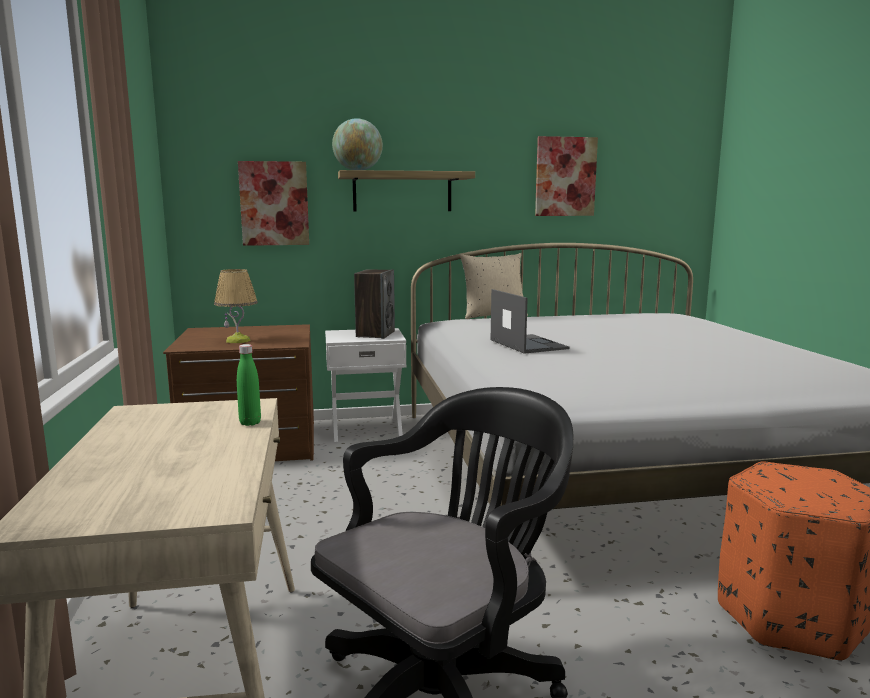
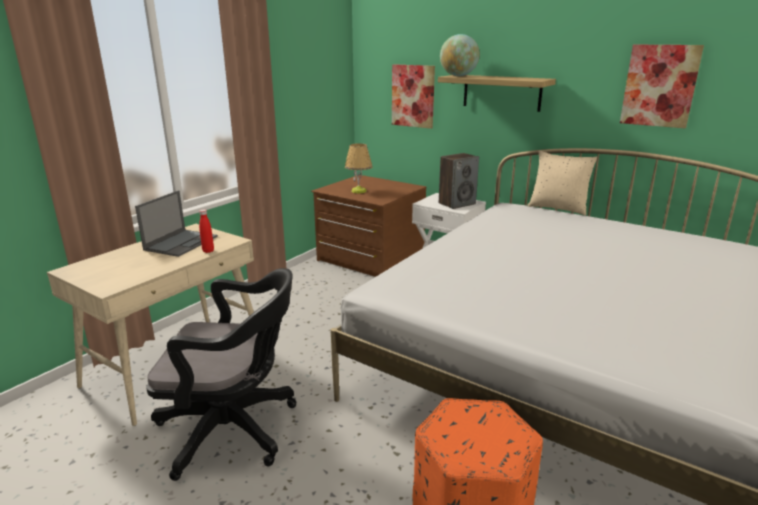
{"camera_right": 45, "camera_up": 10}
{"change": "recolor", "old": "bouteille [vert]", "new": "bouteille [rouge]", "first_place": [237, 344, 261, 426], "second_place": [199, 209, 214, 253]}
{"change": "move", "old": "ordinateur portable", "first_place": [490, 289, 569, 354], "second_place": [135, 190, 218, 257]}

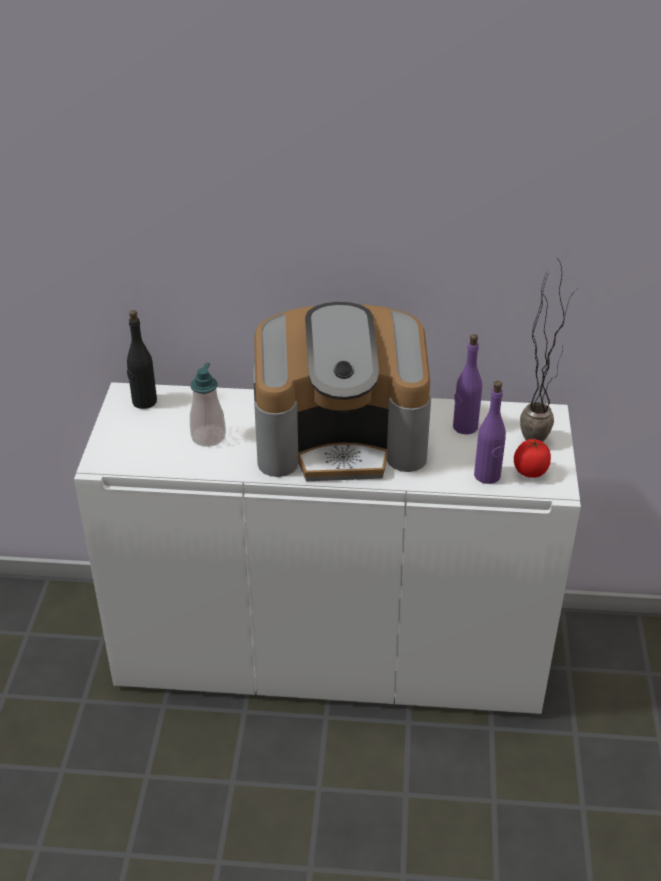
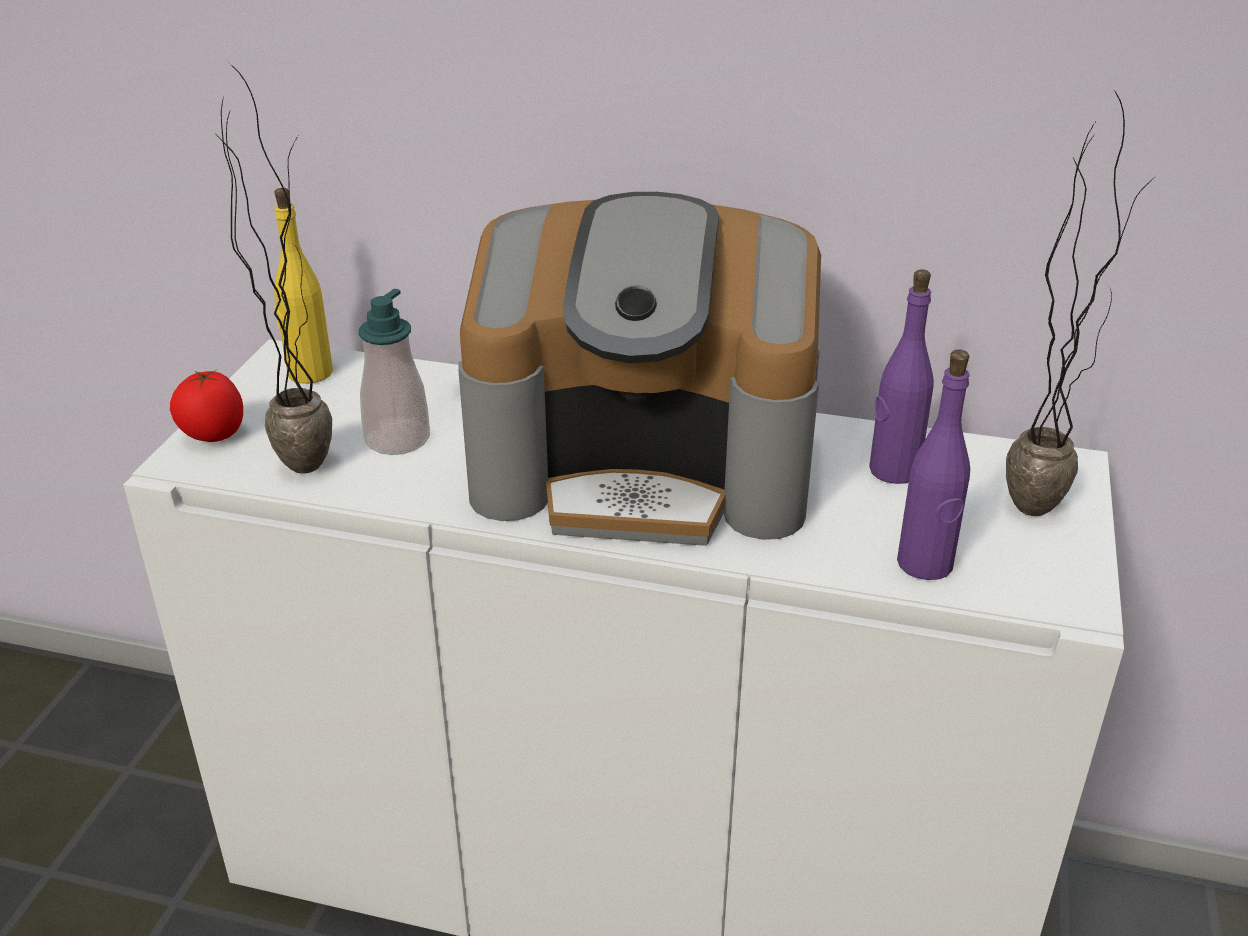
{"camera_right": 10, "camera_up": -5}
{"change": "recolor", "old": "bouteille [noir]", "new": "bouteille [jaune]", "first_place": [127, 310, 157, 409], "second_place": [274, 188, 333, 384]}
{"change": "move", "old": "tomate", "first_place": [514, 439, 551, 478], "second_place": [170, 370, 243, 442]}
{"change": "insert", "new": "plante en pot", "second_place": [214, 64, 332, 474]}

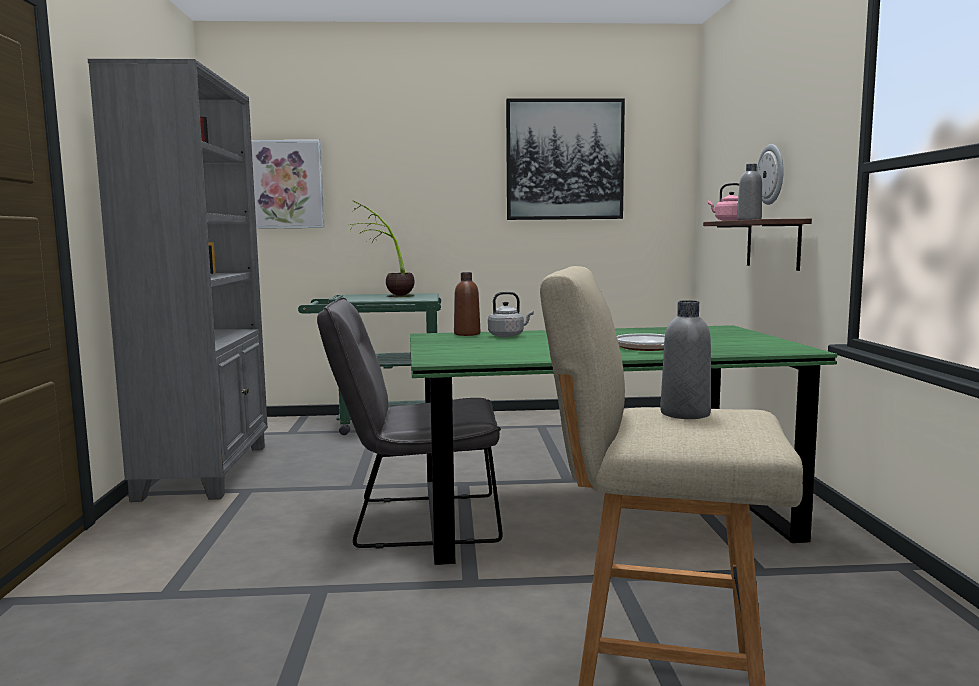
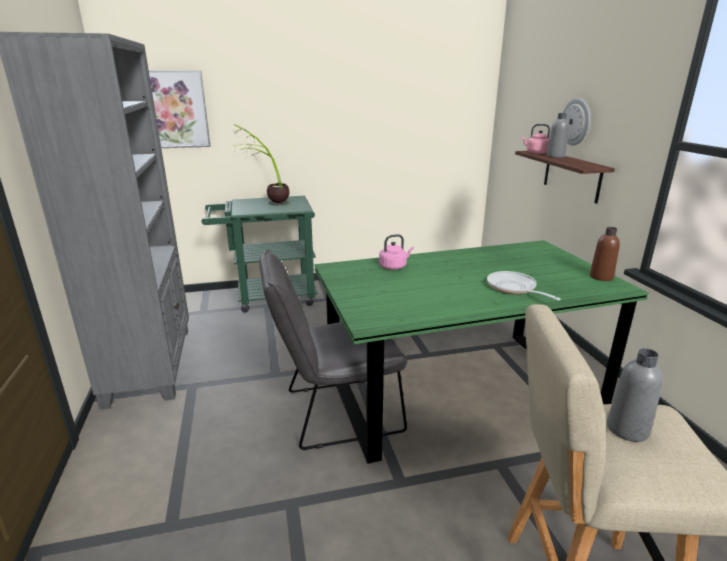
{"camera_right": -10, "camera_up": 15}
{"change": "move", "old": "bouteille [marron]", "first_place": [454, 272, 480, 336], "second_place": [590, 227, 620, 281]}
{"change": "recolor", "old": "bouilloire [gris]", "new": "bouilloire [rose]", "first_place": [488, 292, 534, 337], "second_place": [379, 234, 414, 270]}
{"change": "delete", "old": "tableau", "first_place": [506, 98, 625, 220]}

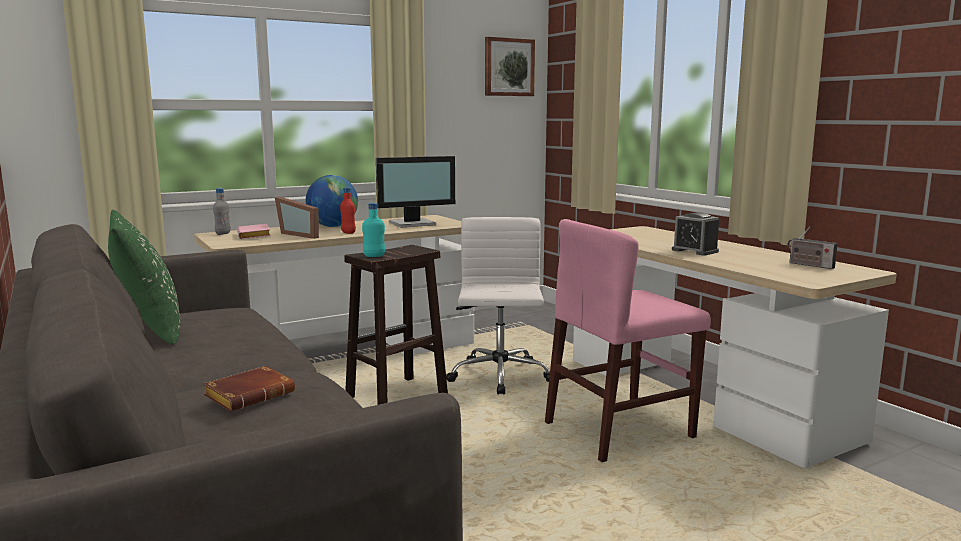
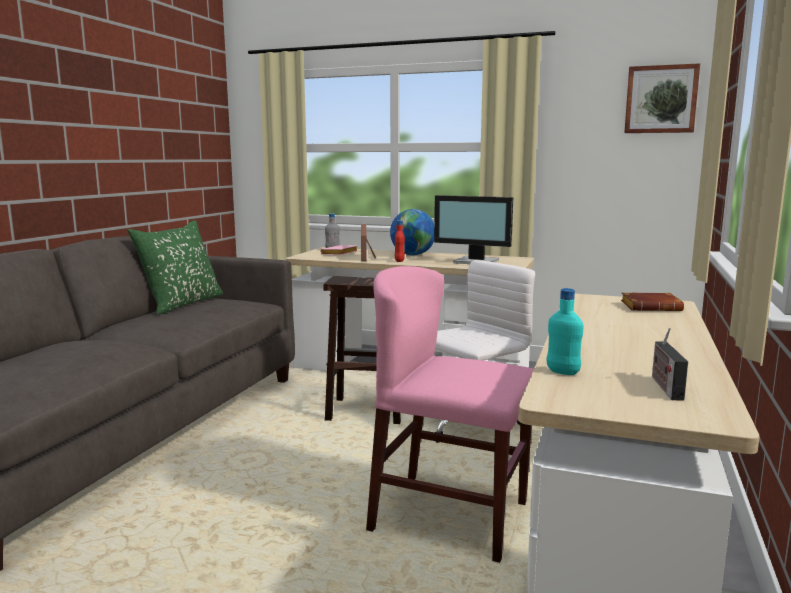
{"camera_right": 50, "camera_up": 0}
{"change": "move", "old": "livre [marron]", "first_place": [203, 366, 295, 412], "second_place": [621, 292, 684, 311]}
{"change": "move", "old": "bouteille [turquoise]", "first_place": [362, 203, 385, 257], "second_place": [547, 288, 583, 375]}
{"change": "delete", "old": "réveil", "first_place": [672, 212, 719, 256]}

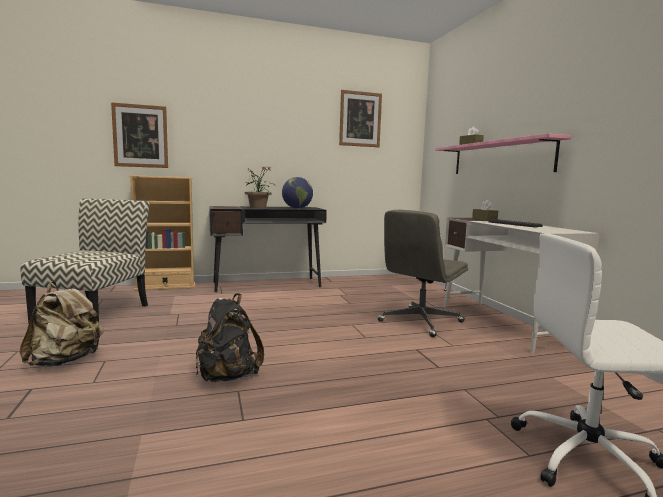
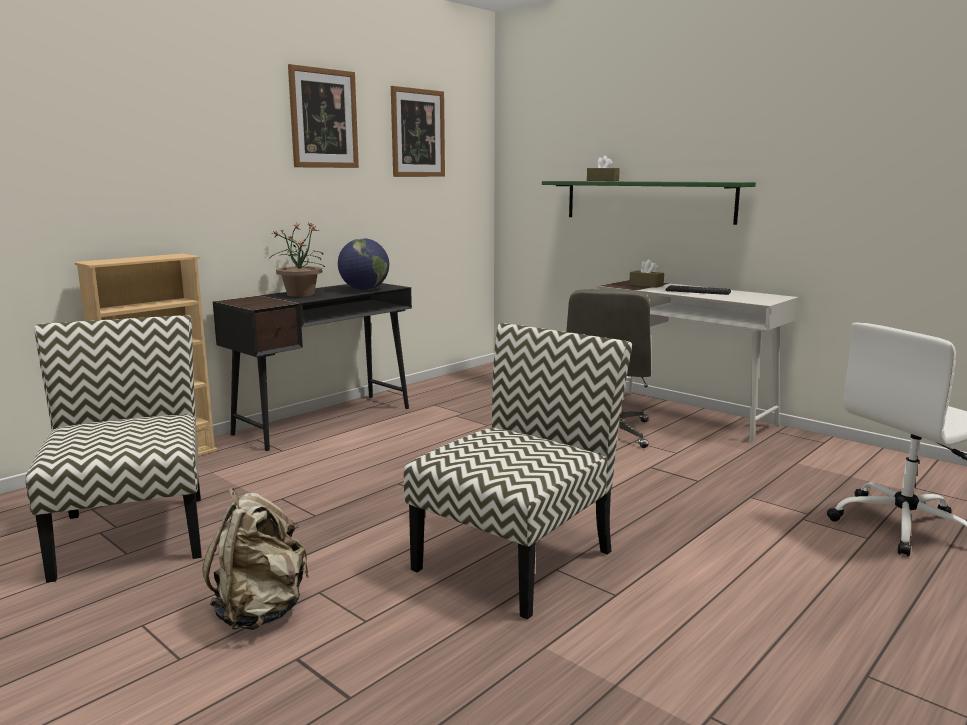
{"camera_right": -30, "camera_up": 5}
{"change": "move", "old": "tableau", "first_place": [111, 102, 168, 168], "second_place": [288, 64, 359, 168]}
{"change": "replace", "old": "sac à dos [noir]", "new": "chaise", "first_place": [196, 293, 264, 382], "second_place": [404, 323, 632, 620]}
{"change": "recolor", "old": "étagère [rose]", "new": "étagère [vert]", "first_place": [435, 133, 571, 174], "second_place": [542, 181, 756, 225]}

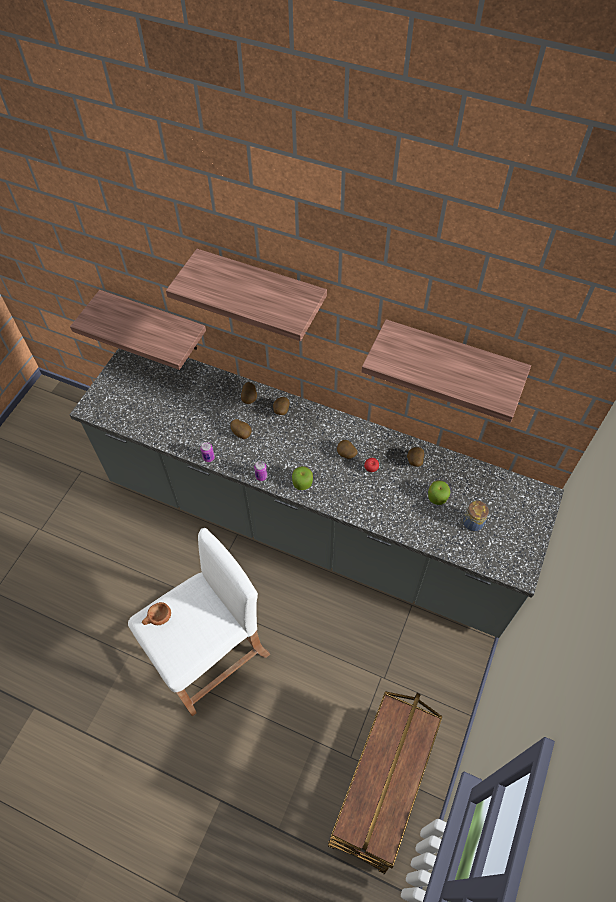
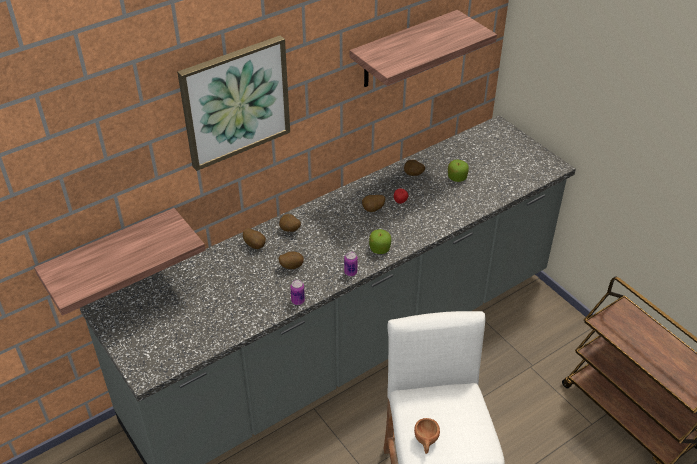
{"camera_right": -60, "camera_up": -15}
{"change": "replace", "old": "étagère", "new": "tableau", "first_place": [166, 249, 327, 341], "second_place": [177, 35, 290, 171]}
{"change": "delete", "old": "bocal", "first_place": [462, 501, 489, 531]}

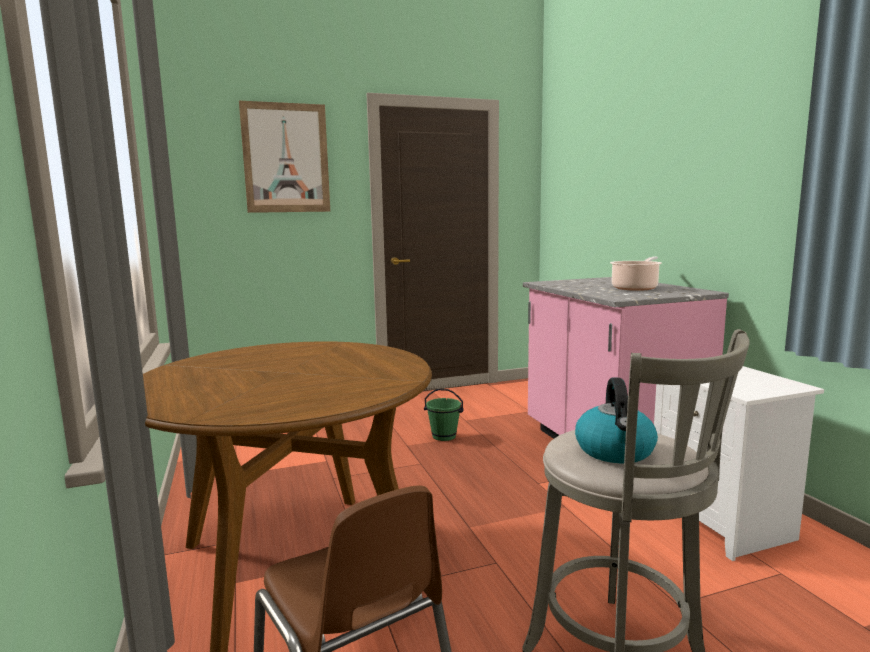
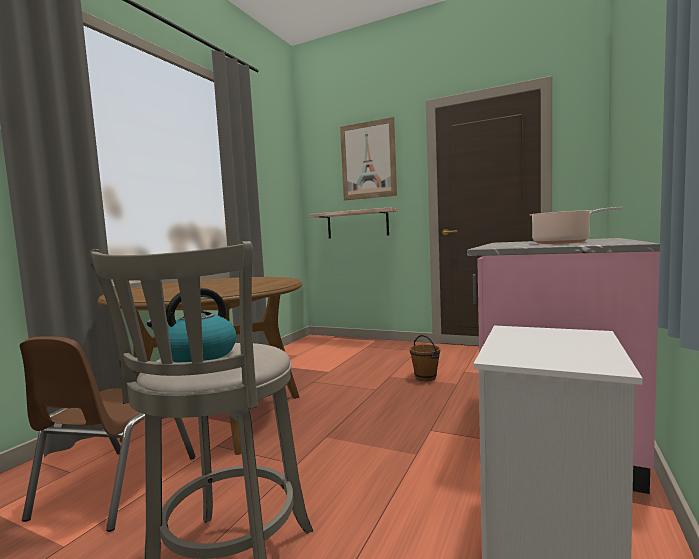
{"camera_right": 45, "camera_up": -5}
{"change": "recolor", "old": "seau [vert]", "new": "seau [marron]", "first_place": [424, 389, 464, 441], "second_place": [410, 335, 440, 381]}
{"change": "insert", "new": "étagère", "second_place": [309, 208, 398, 238]}

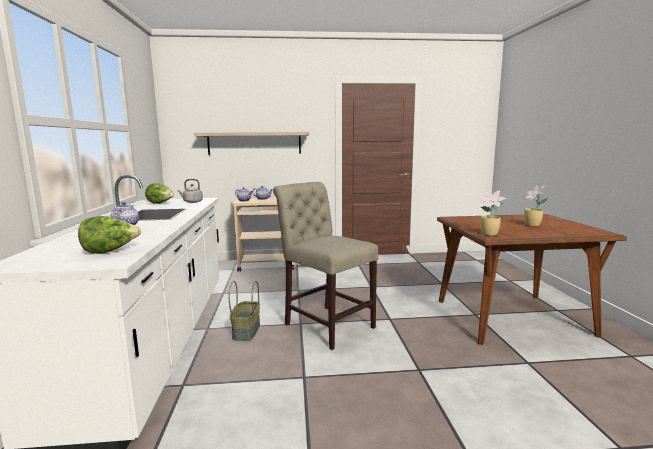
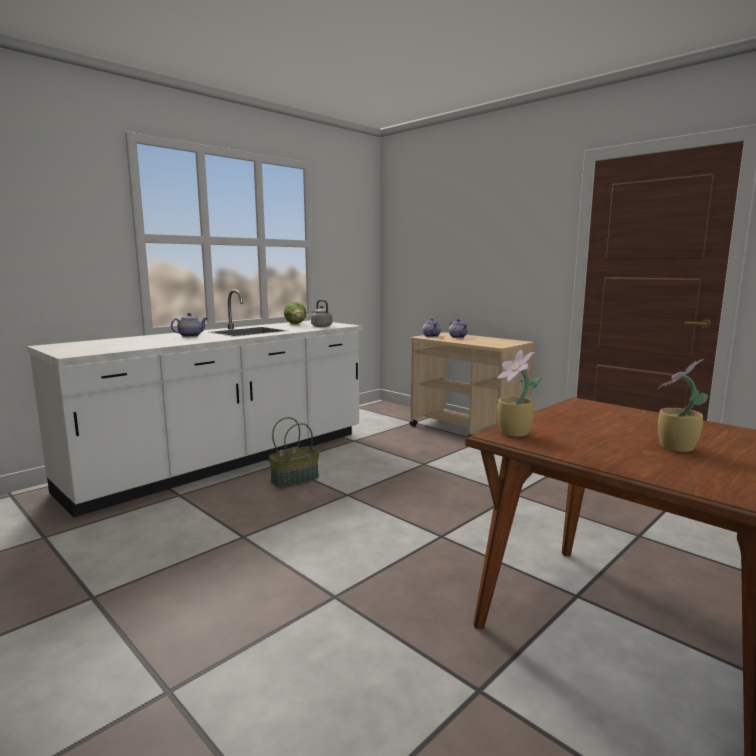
{"camera_right": 50, "camera_up": 0}
{"change": "delete", "old": "laitue", "first_place": [78, 216, 141, 254]}
{"change": "delete", "old": "étagère", "first_place": [194, 132, 309, 155]}
{"change": "delete", "old": "chaise [beige]", "first_place": [273, 182, 378, 350]}

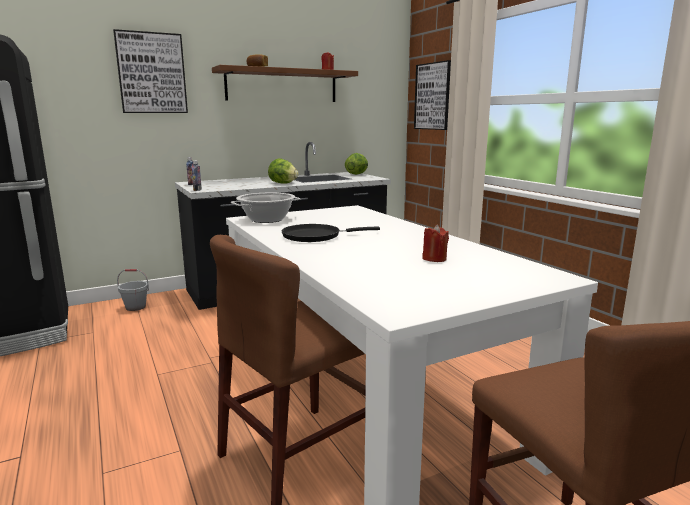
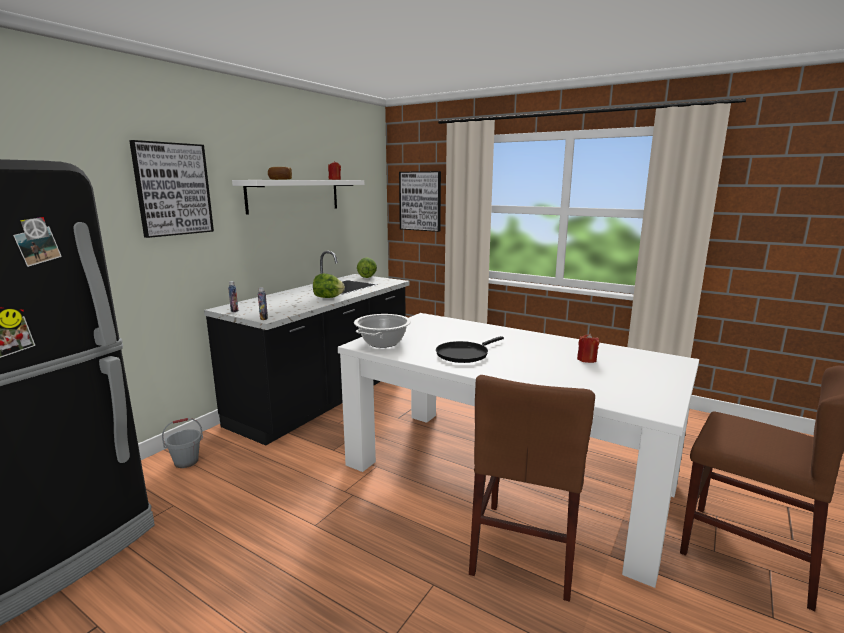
{"camera_right": -30, "camera_up": 0}
{"change": "recolor", "old": "étagère [marron]", "new": "étagère [blanc]", "first_place": [212, 65, 358, 102], "second_place": [232, 180, 364, 215]}

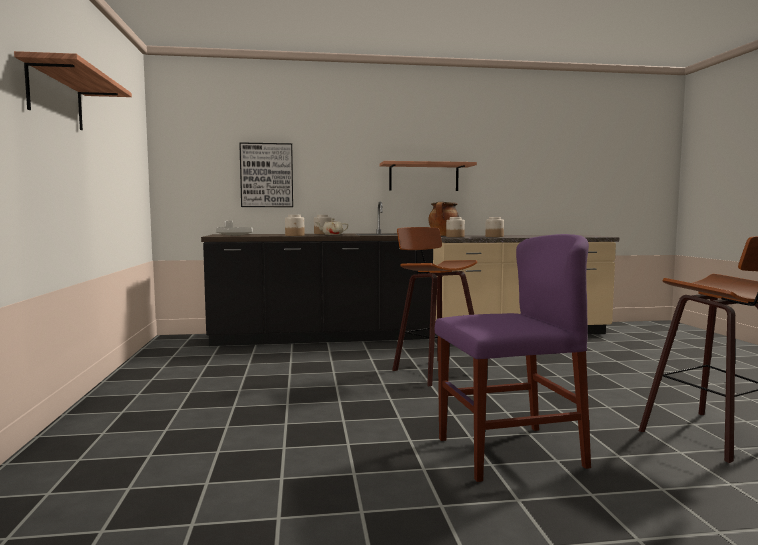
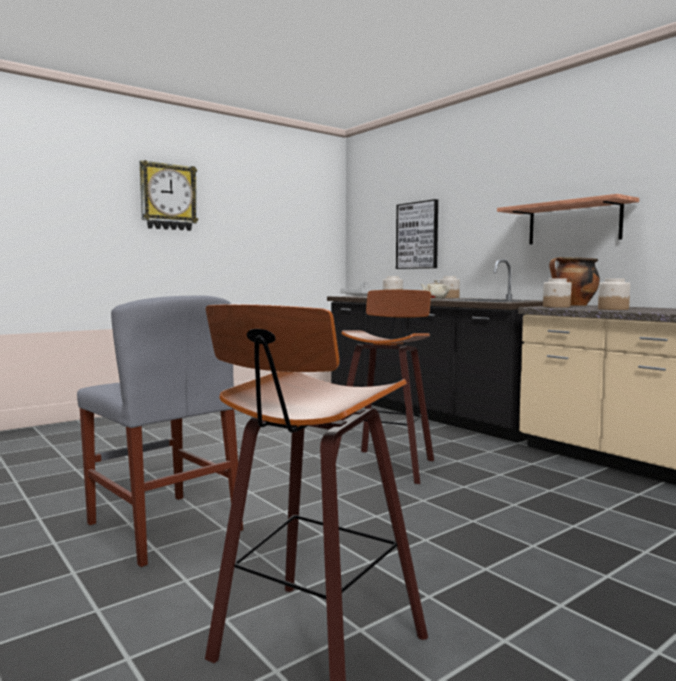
{"camera_right": 60, "camera_up": 0}
{"change": "replace", "old": "étagère", "new": "horloge murale", "first_place": [14, 51, 132, 130], "second_place": [140, 160, 198, 231]}
{"change": "recolor", "old": "chaise [violet]", "new": "chaise [gris]", "first_place": [435, 234, 591, 482], "second_place": [77, 295, 243, 567]}

